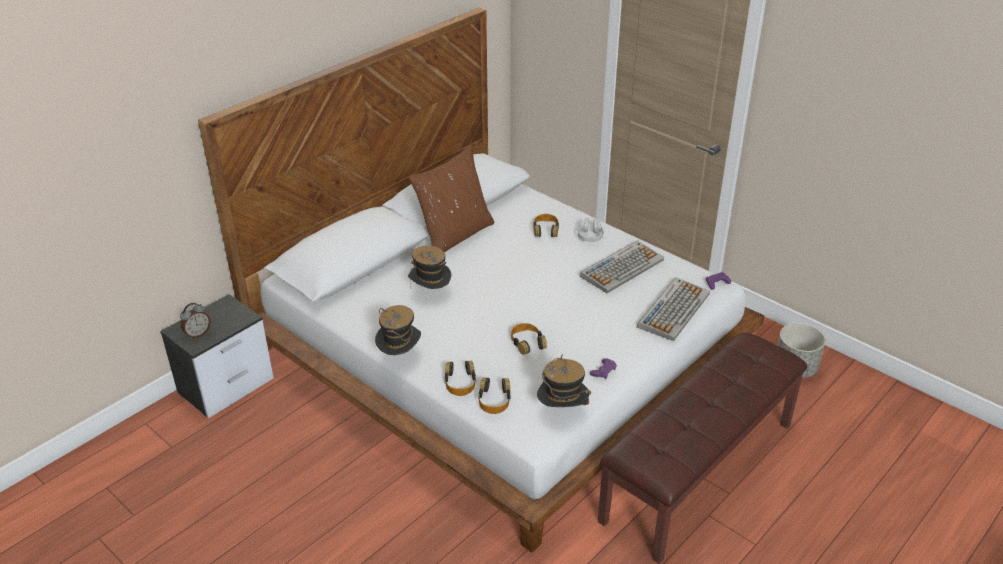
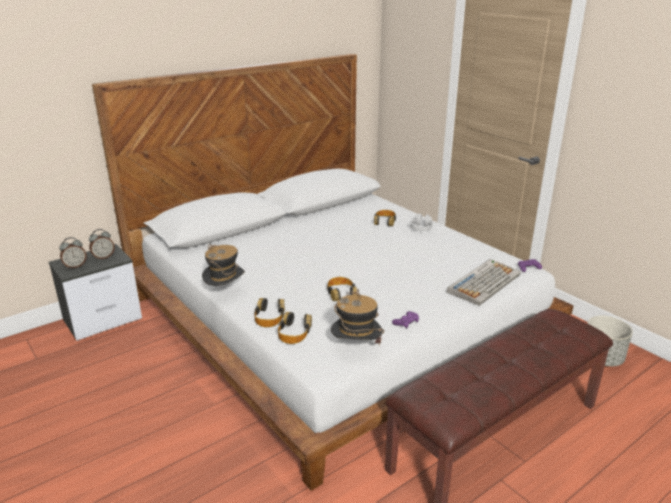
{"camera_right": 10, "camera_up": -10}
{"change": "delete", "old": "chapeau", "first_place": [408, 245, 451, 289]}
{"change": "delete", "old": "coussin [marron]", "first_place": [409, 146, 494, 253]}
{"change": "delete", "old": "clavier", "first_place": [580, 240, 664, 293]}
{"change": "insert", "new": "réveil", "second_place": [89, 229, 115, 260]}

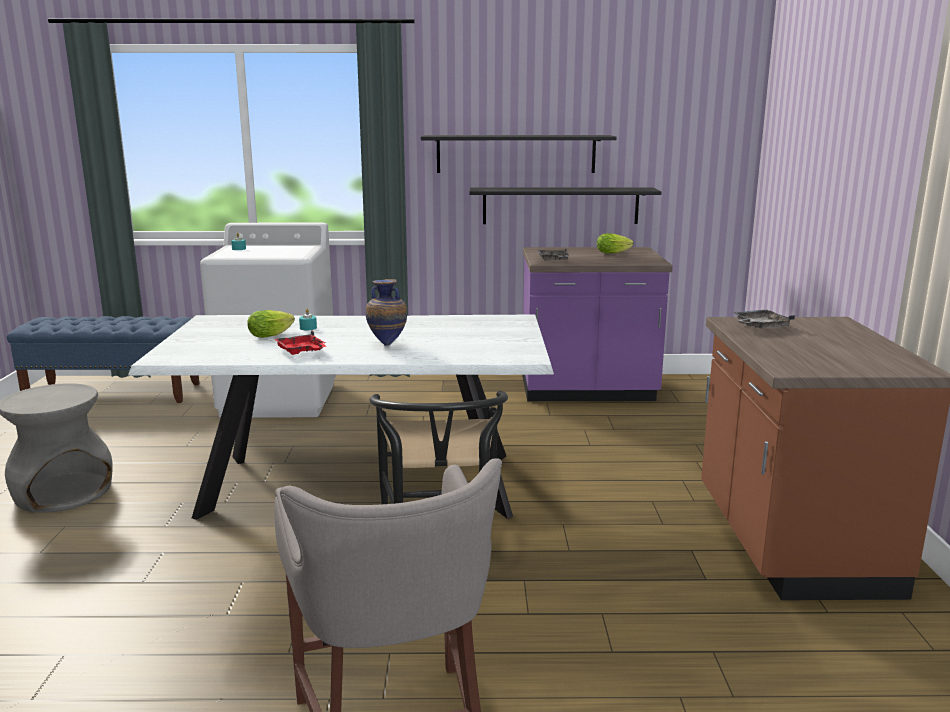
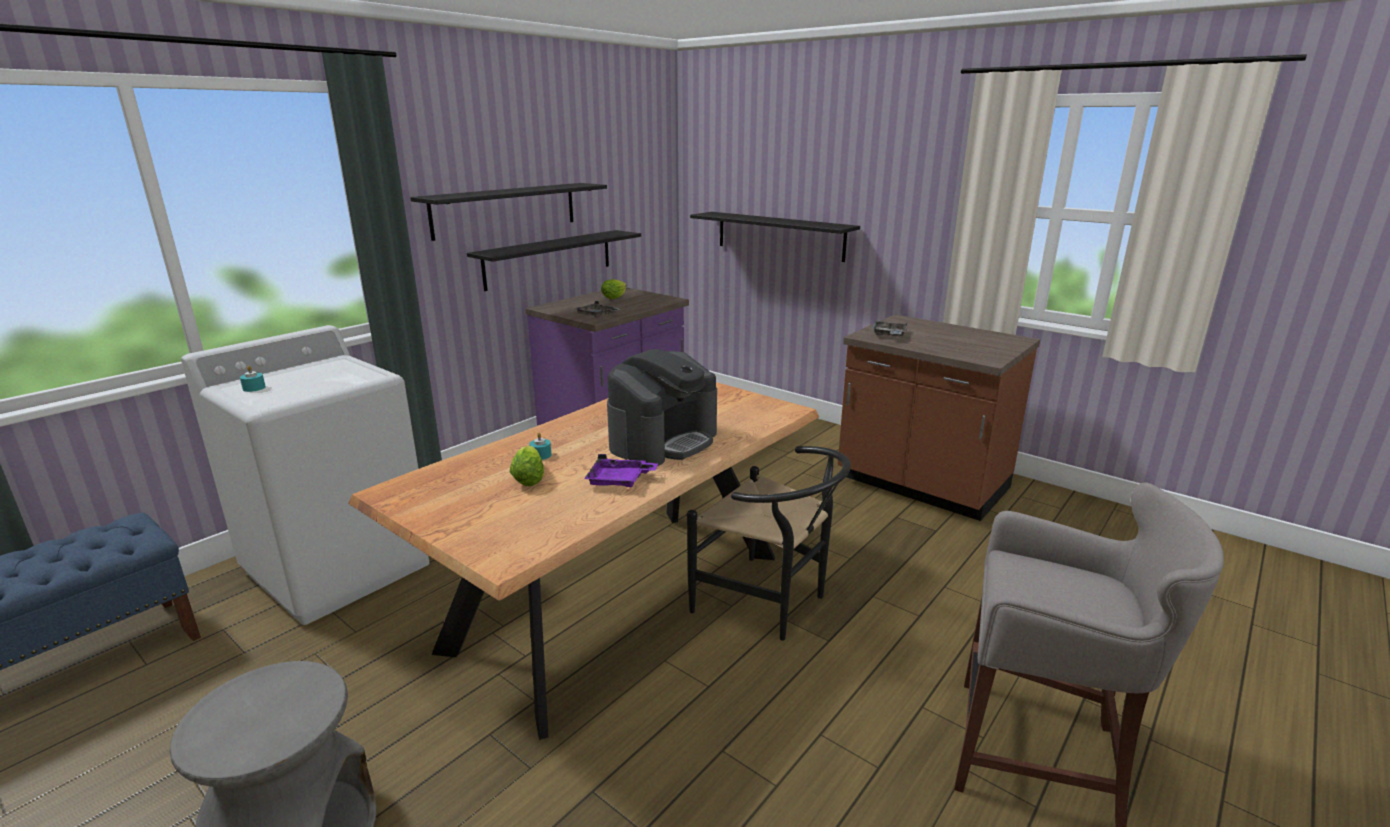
{"camera_right": -50, "camera_up": 5}
{"change": "recolor", "old": "table à manger [blanc]", "new": "table à manger [marron]", "first_place": [128, 315, 554, 520], "second_place": [348, 382, 819, 740]}
{"change": "recolor", "old": "plateau [rouge]", "new": "plateau [violet]", "first_place": [274, 330, 326, 355], "second_place": [584, 454, 658, 487]}
{"change": "replace", "old": "vase", "new": "machine à café", "first_place": [366, 279, 407, 346], "second_place": [607, 349, 717, 466]}
{"change": "insert", "new": "étagère [noir]", "second_place": [690, 212, 860, 262]}

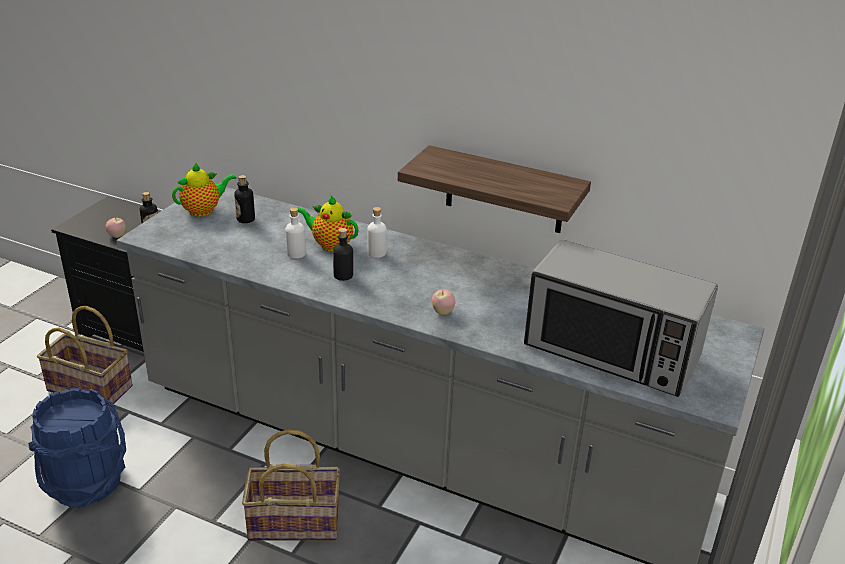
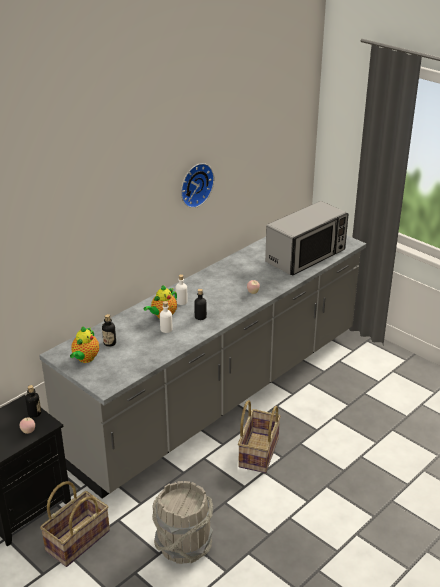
{"camera_right": -70, "camera_up": 0}
{"change": "recolor", "old": "seau [bleu]", "new": "seau [gris]", "first_place": [29, 388, 126, 508], "second_place": [152, 481, 213, 564]}
{"change": "rotate", "old": "théière", "first_place": [172, 163, 236, 217], "second_place": [70, 326, 99, 363], "degrees": -150}
{"change": "delete", "old": "étagère", "first_place": [398, 145, 591, 233]}
{"change": "insert", "new": "horloge murale", "second_place": [181, 163, 214, 208]}

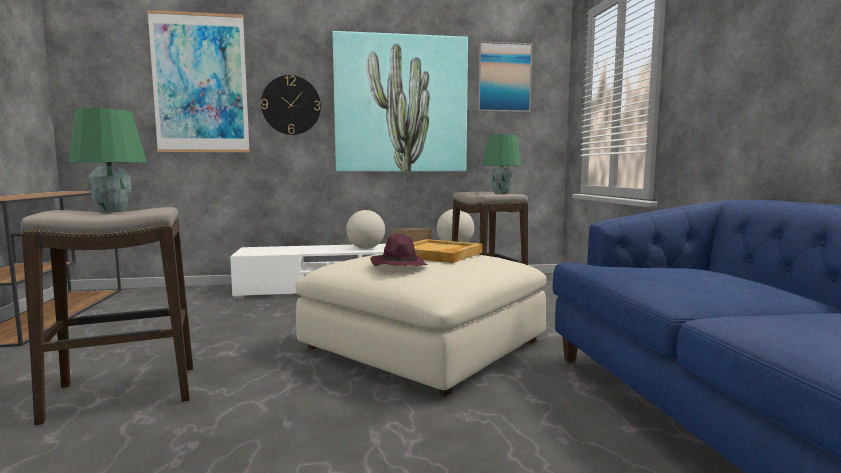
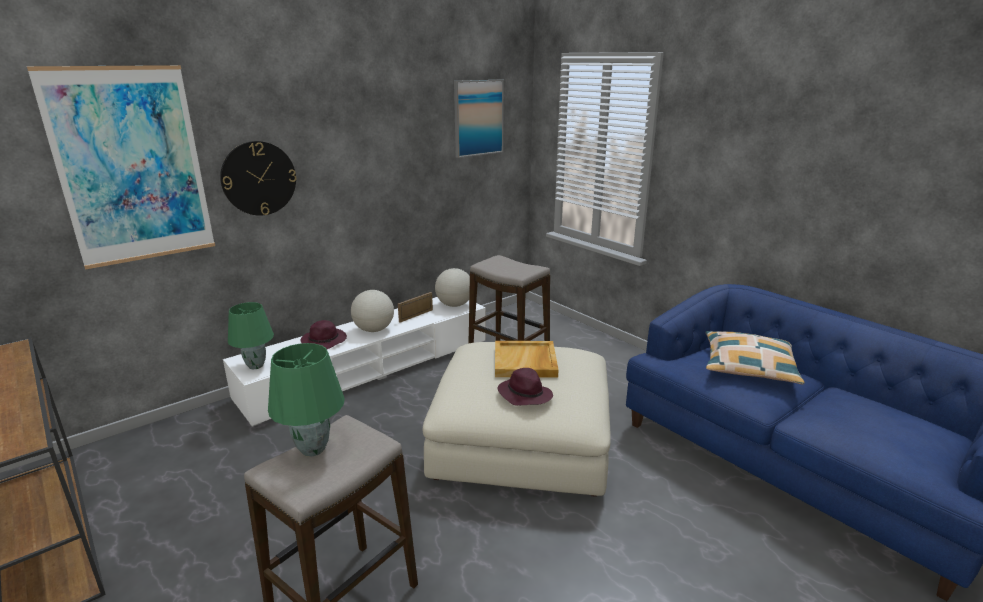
{"camera_right": -30, "camera_up": 15}
{"change": "delete", "old": "tableau", "first_place": [333, 31, 468, 172]}
{"change": "move", "old": "lampe de table [vert]", "first_place": [482, 134, 522, 194], "second_place": [228, 302, 274, 369]}
{"change": "insert", "new": "chapeau [violet]", "second_place": [301, 320, 347, 349]}
{"change": "insert", "new": "coussin", "second_place": [706, 331, 804, 384]}

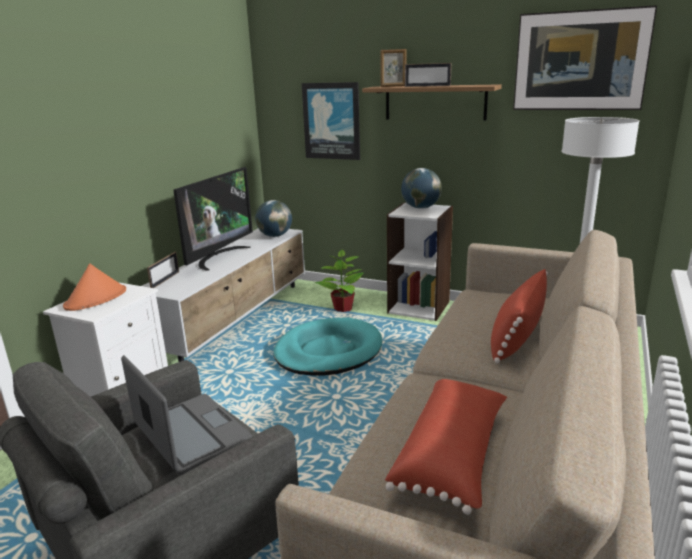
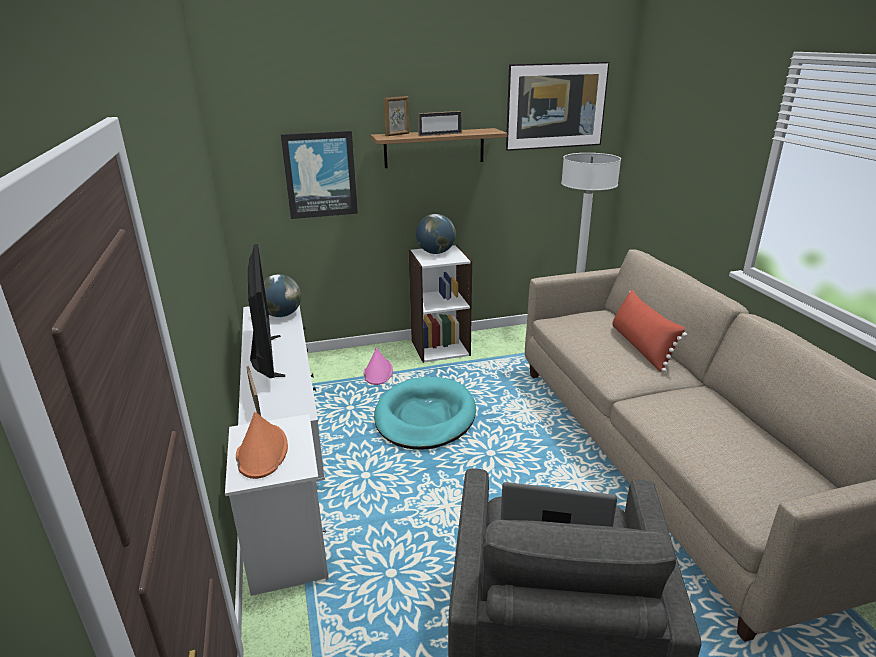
{"camera_right": -40, "camera_up": 5}
{"change": "replace", "old": "plante en pot", "new": "chapeau [rose]", "first_place": [315, 249, 364, 312], "second_place": [363, 348, 393, 385]}
{"change": "delete", "old": "coussin [rouge]", "first_place": [385, 379, 507, 515]}

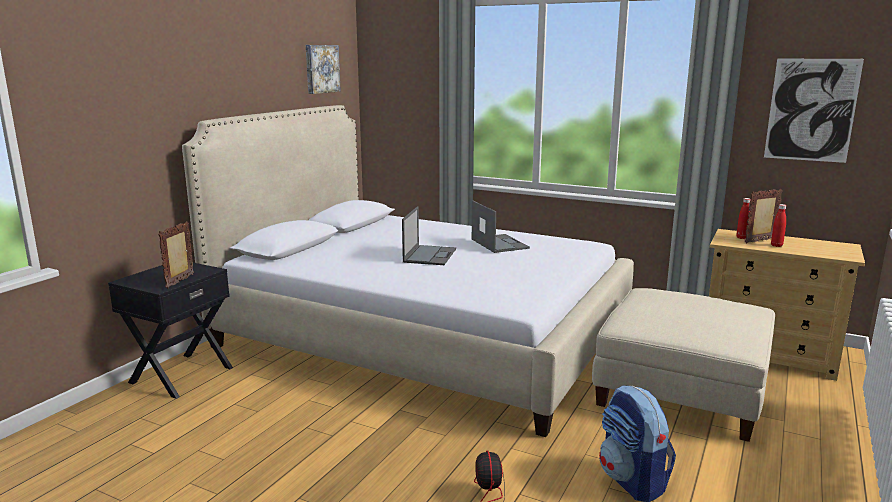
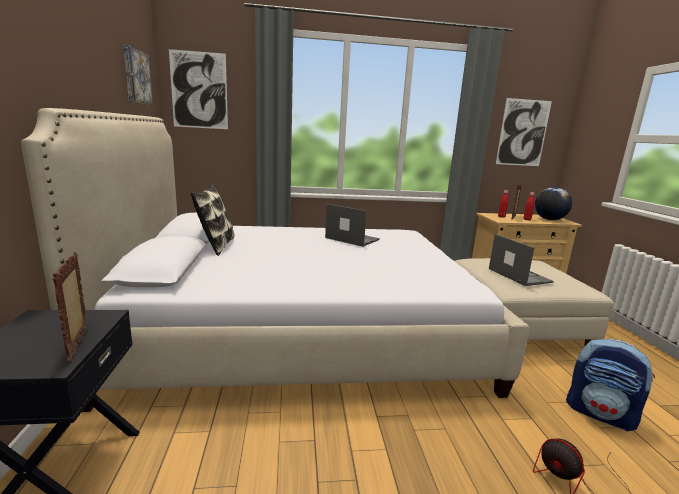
{"camera_right": -35, "camera_up": 0}
{"change": "move", "old": "ordinateur portable", "first_place": [402, 206, 456, 265], "second_place": [489, 234, 554, 286]}
{"change": "insert", "new": "tableau", "second_place": [169, 49, 228, 129]}
{"change": "insert", "new": "coussin", "second_place": [191, 183, 235, 256]}
{"change": "insert", "new": "globe", "second_place": [535, 187, 572, 220]}

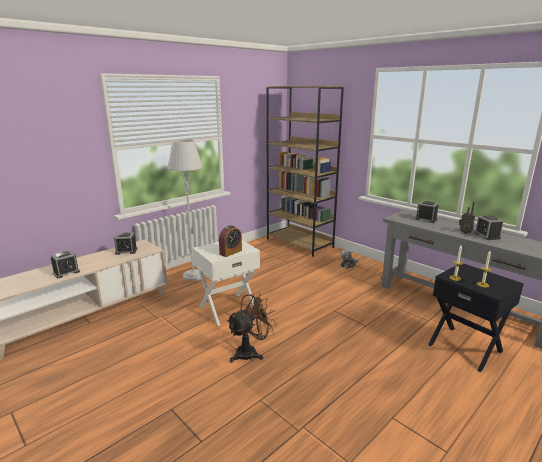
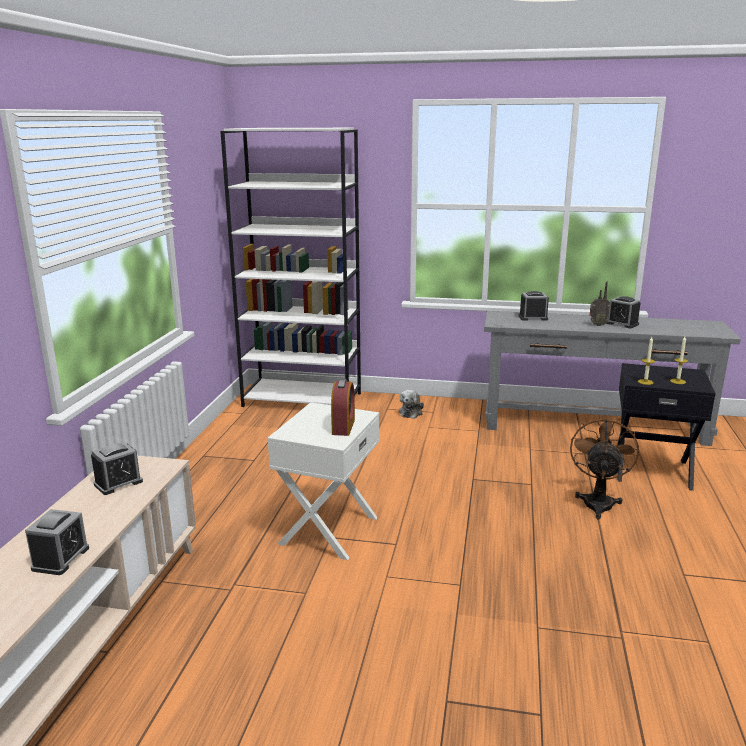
{"camera_right": -35, "camera_up": 0}
{"change": "delete", "old": "lampadaire [gris]", "first_place": [168, 140, 204, 281]}
{"change": "move", "old": "ventilateur [marron]", "first_place": [227, 292, 277, 363], "second_place": [570, 415, 639, 519]}
{"change": "recolor", "old": "bibliothèque [marron]", "new": "bibliothèque [blanc]", "first_place": [266, 86, 344, 257], "second_place": [220, 128, 361, 407]}

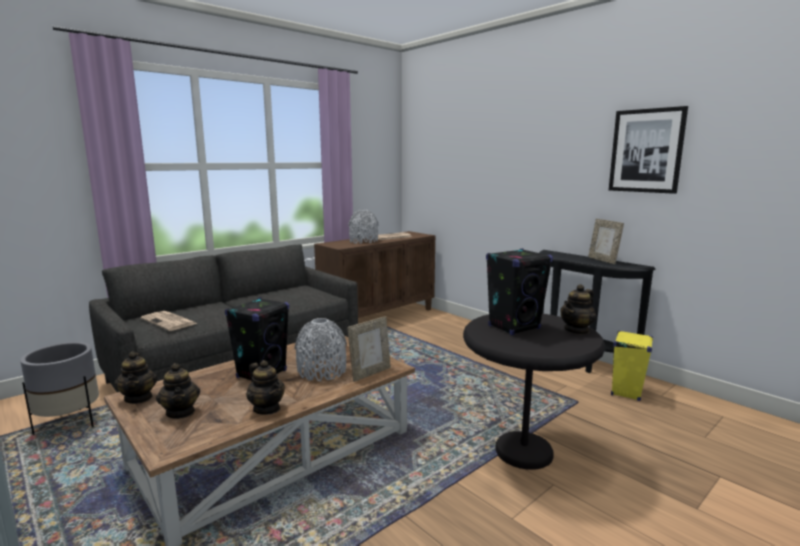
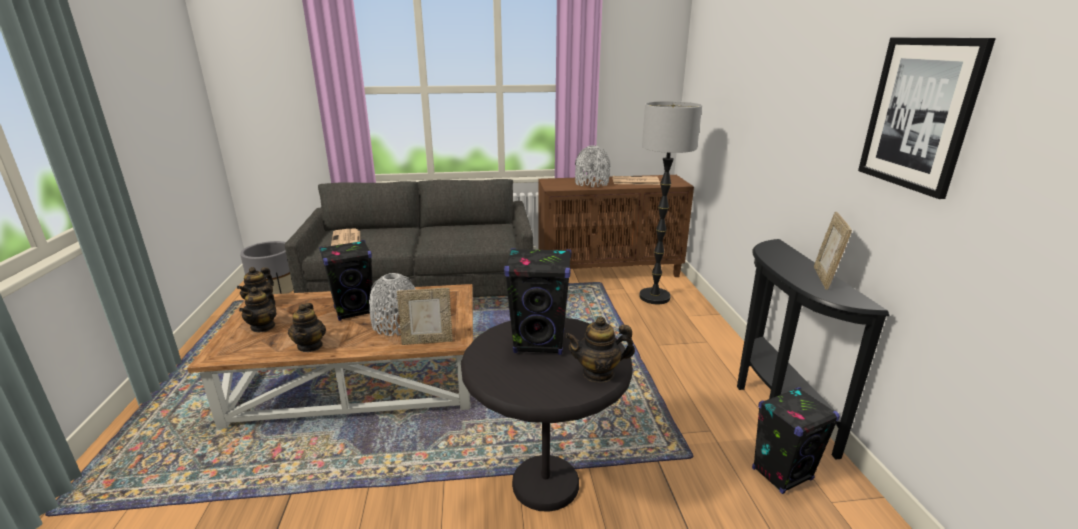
{"camera_right": 35, "camera_up": 10}
{"change": "recolor", "old": "enceinte [jaune]", "new": "enceinte [noir]", "first_place": [611, 330, 653, 401], "second_place": [752, 387, 840, 494]}
{"change": "insert", "new": "lampadaire", "second_place": [639, 101, 702, 304]}

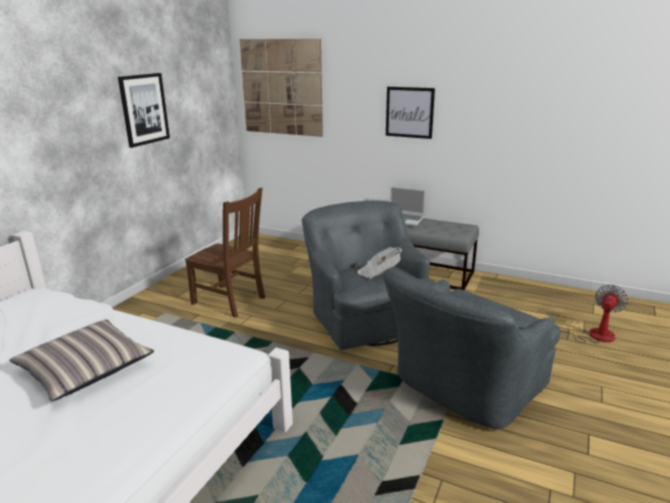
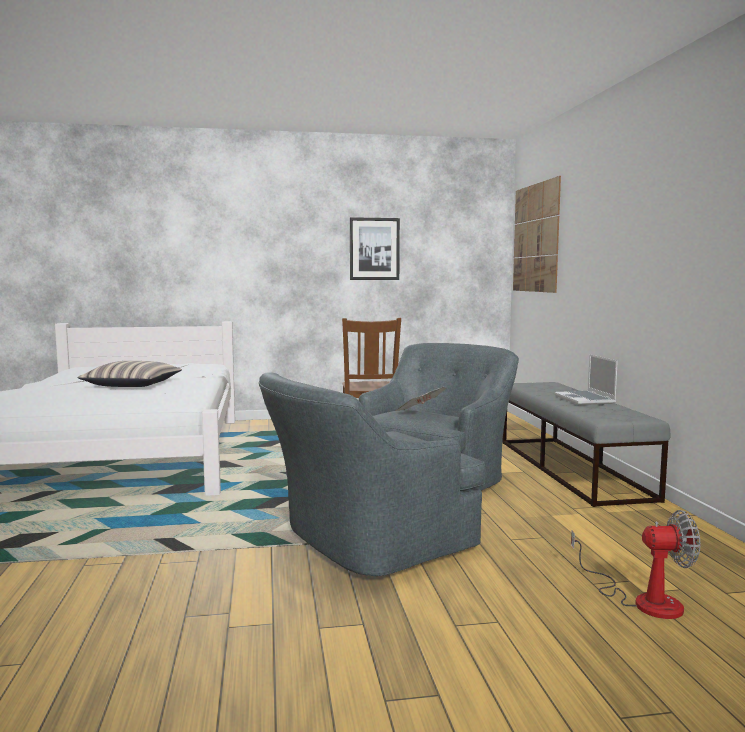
{"camera_right": 55, "camera_up": -15}
{"change": "rotate", "old": "fauteuil [gris]", "first_place": [383, 269, 560, 429], "second_place": [259, 373, 486, 576], "degrees": -45}
{"change": "delete", "old": "tableau", "first_place": [386, 87, 435, 139]}

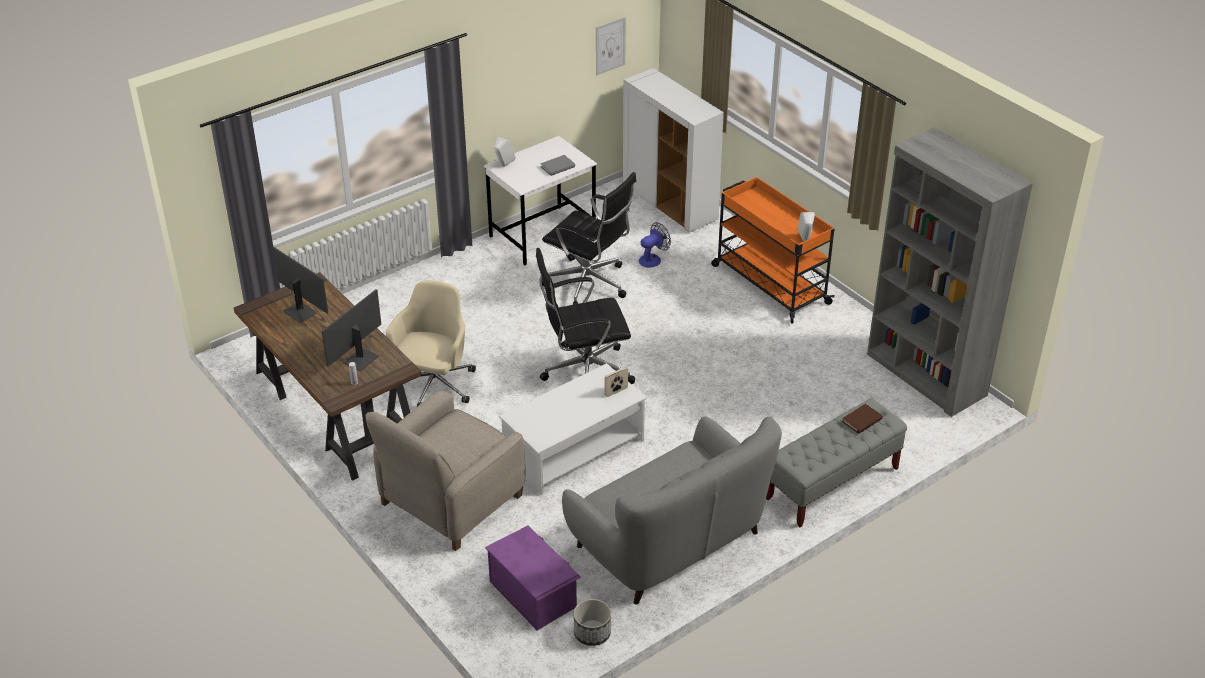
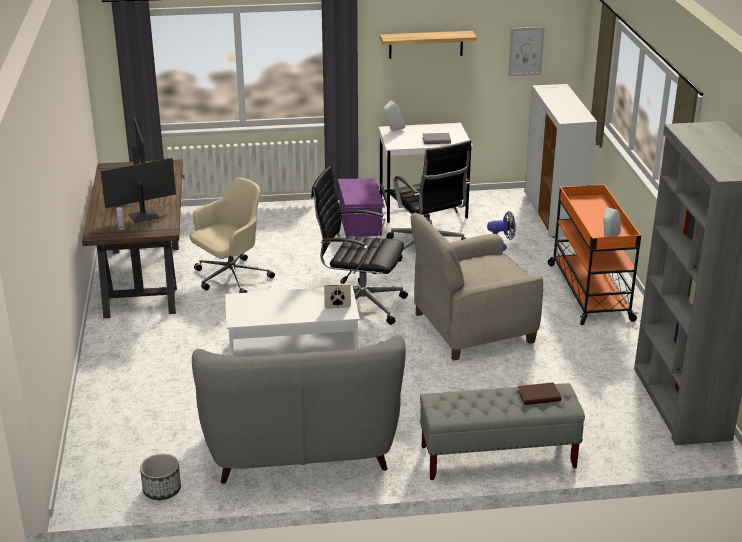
{"camera_right": 30, "camera_up": -10}
{"change": "move", "old": "fauteuil [beige]", "first_place": [365, 391, 525, 551], "second_place": [411, 213, 543, 361]}
{"change": "move", "old": "boîte de rangement [violet]", "first_place": [485, 525, 581, 630], "second_place": [338, 178, 385, 237]}
{"change": "insert", "new": "étagère", "second_place": [380, 31, 477, 59]}

